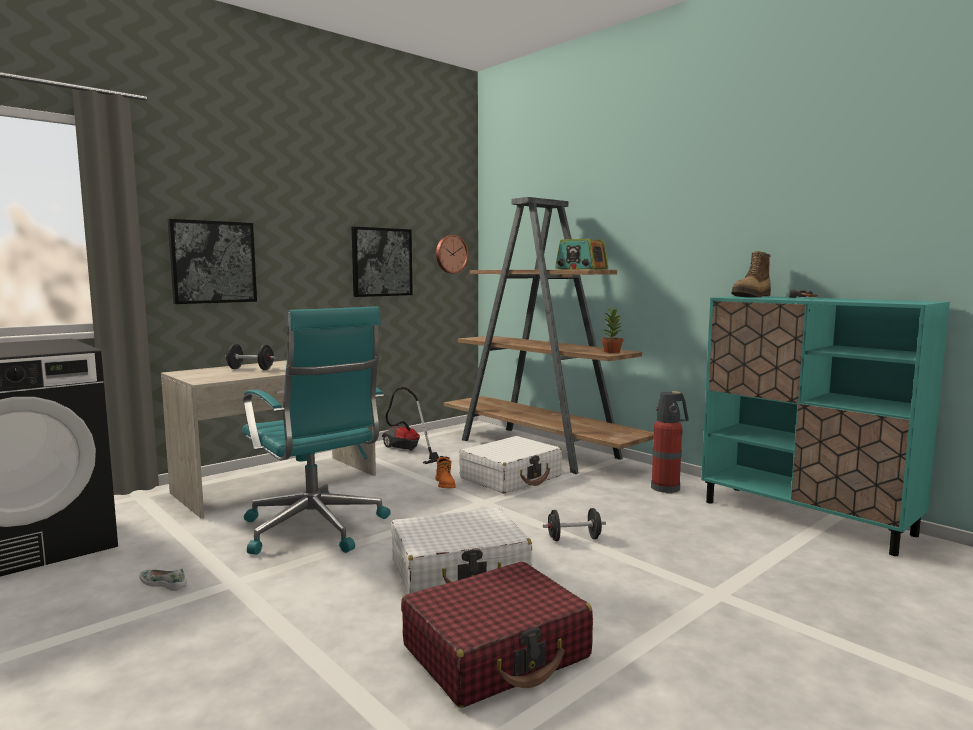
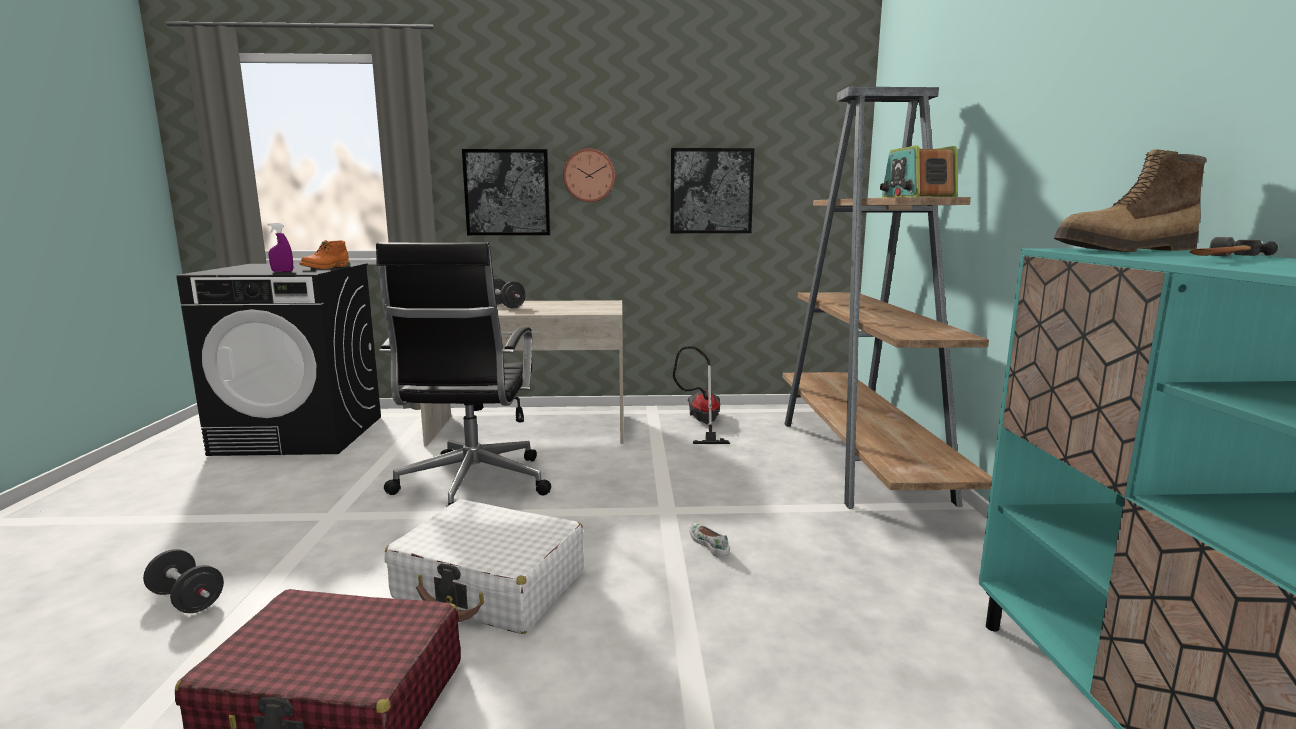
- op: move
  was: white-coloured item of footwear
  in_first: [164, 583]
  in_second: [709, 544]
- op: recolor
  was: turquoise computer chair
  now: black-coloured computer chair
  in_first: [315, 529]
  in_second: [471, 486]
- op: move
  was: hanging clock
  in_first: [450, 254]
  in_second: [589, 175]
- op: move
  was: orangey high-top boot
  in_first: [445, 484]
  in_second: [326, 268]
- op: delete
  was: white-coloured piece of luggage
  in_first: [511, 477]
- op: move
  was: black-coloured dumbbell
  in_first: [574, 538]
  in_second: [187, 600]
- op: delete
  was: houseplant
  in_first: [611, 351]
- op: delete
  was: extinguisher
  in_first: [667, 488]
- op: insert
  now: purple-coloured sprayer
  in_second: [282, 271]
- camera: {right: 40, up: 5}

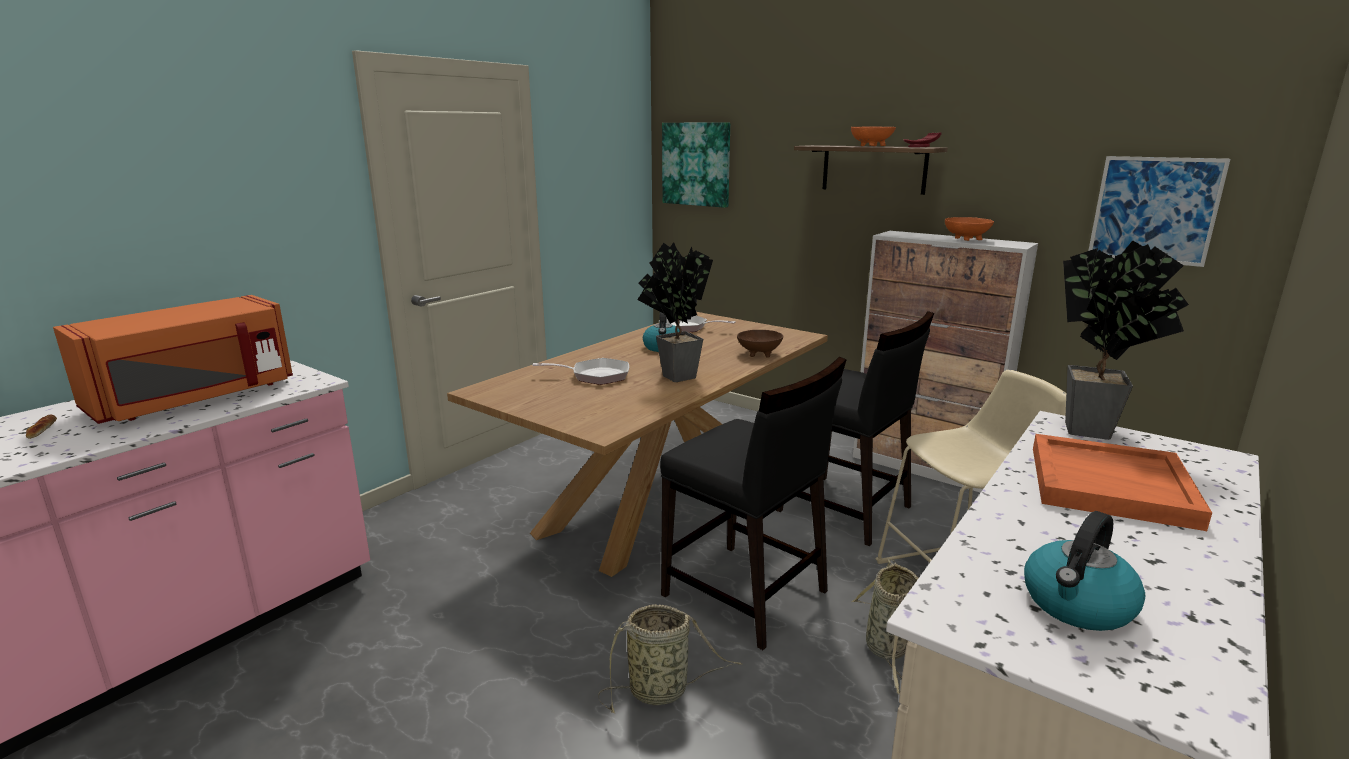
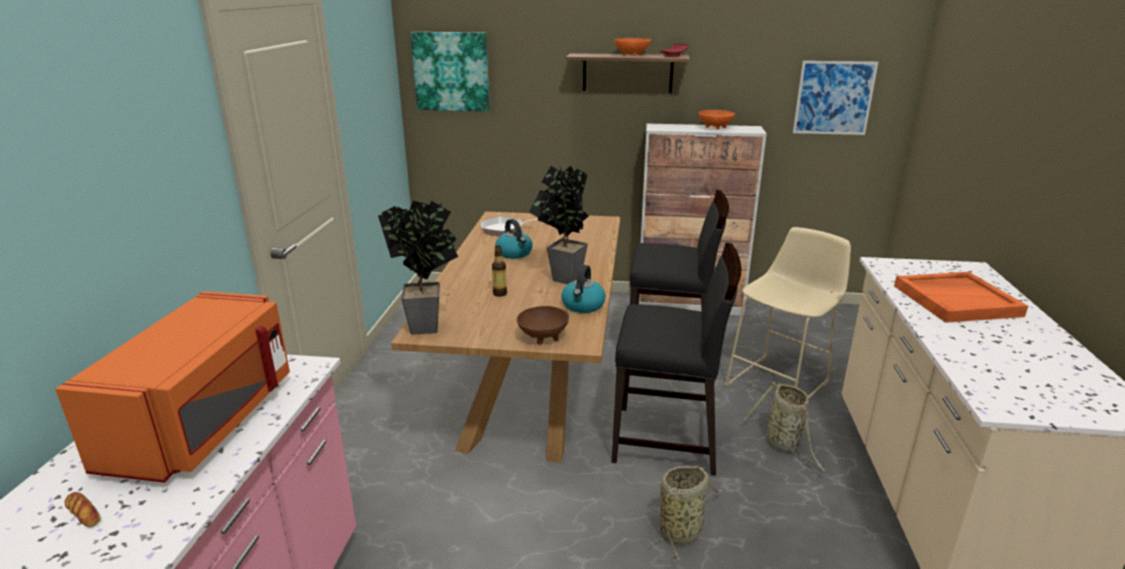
- op: replace
  was: pan
  now: bottle
  in_first: [595, 376]
  in_second: [500, 293]
- op: move
  was: brown serving bowl
  in_first: [759, 354]
  in_second: [543, 337]
- op: move
  was: water kettle
  in_first: [1077, 605]
  in_second: [583, 306]
- op: move
  was: houseplant
  in_first: [1096, 433]
  in_second: [429, 329]
- camera: {right: -30, up: 5}

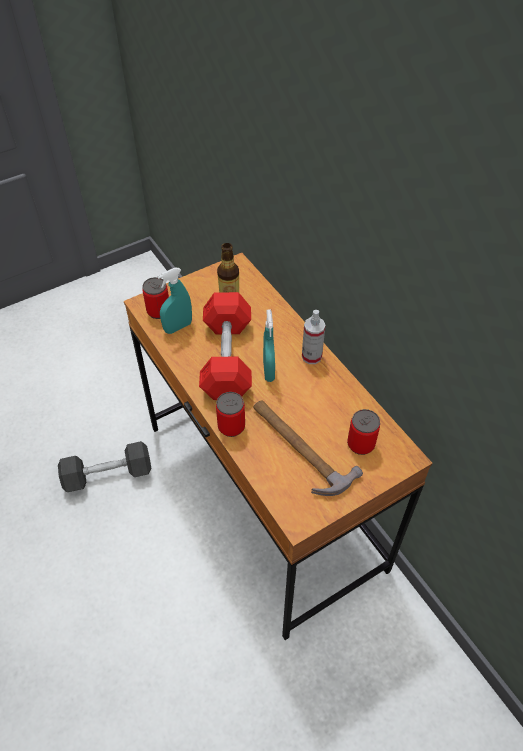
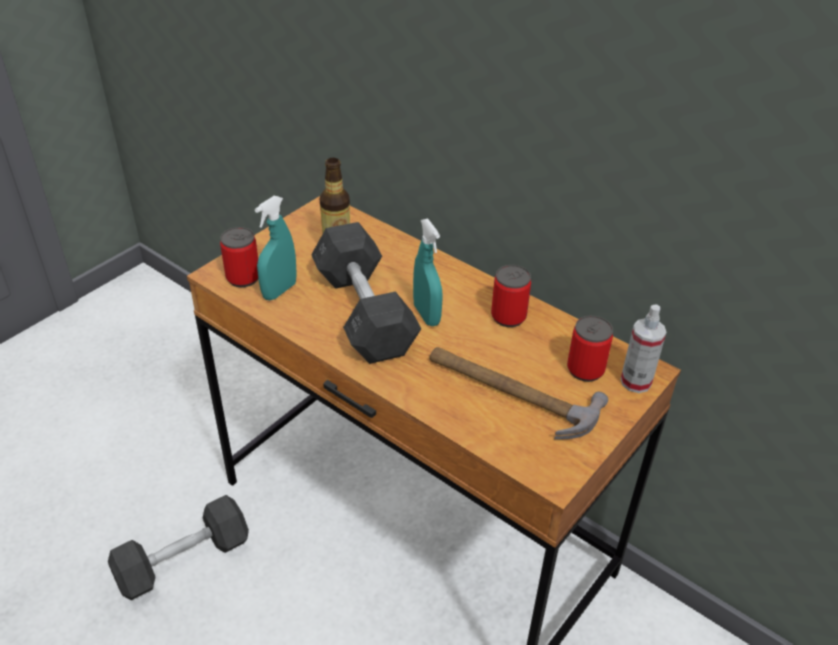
- op: recolor
  was: red dumbbell
  now: greyish dumbbell
  in_first: [227, 358]
  in_second: [364, 312]
- op: move
  was: can
  in_first: [231, 426]
  in_second: [508, 317]
- op: move
  was: sprayer
  in_first: [311, 356]
  in_second: [636, 382]
- camera: {right: -20, up: -10}

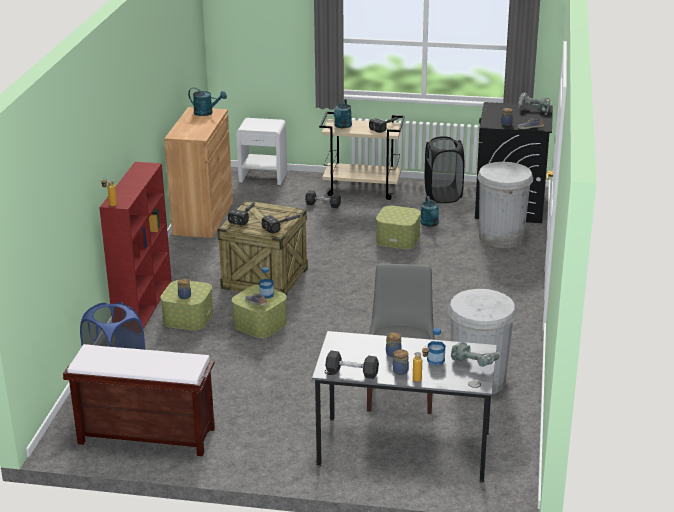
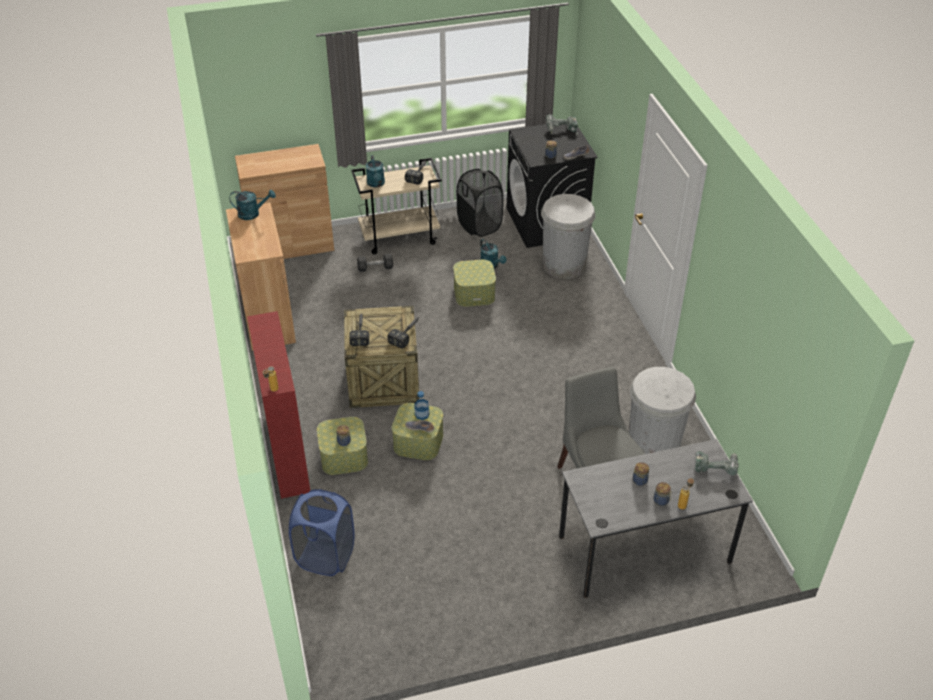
- op: delete
  was: brown long seat
  in_first: [145, 436]
- op: replace
  was: white-coloured night table
  now: brown cabinet
  in_first: [263, 176]
  in_second: [291, 245]
- op: delete
  was: greyish dumbbell
  in_first: [352, 372]
- op: delete
  was: bottle
  in_first: [435, 360]
- camera: {right: -25, up: 15}

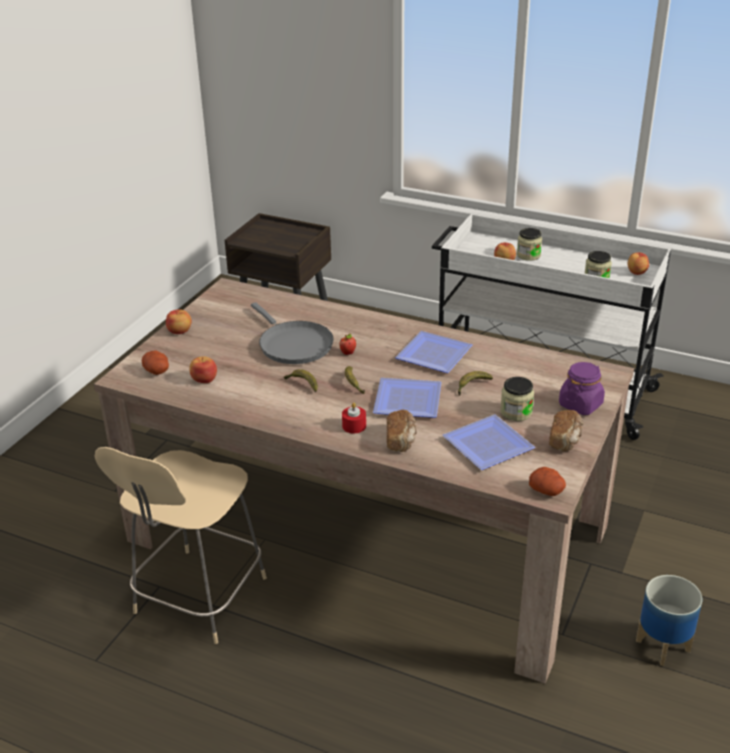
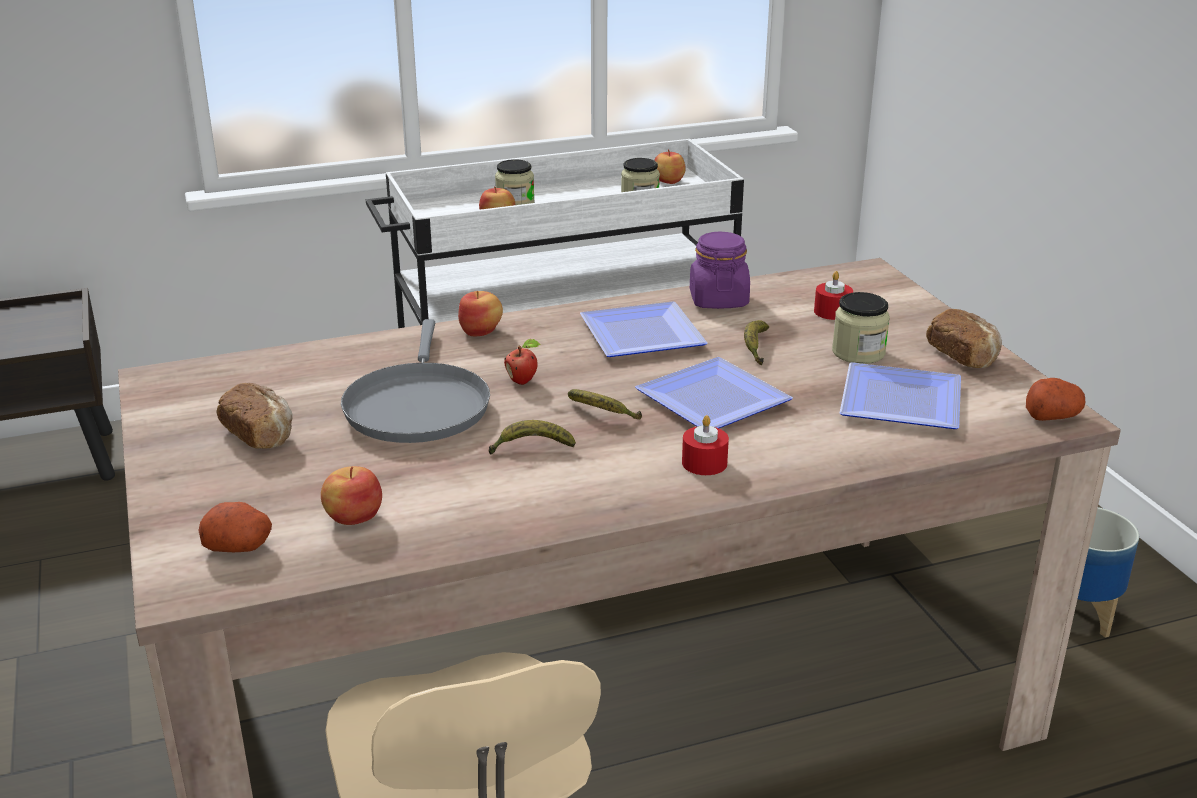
- op: move
  was: apple
  in_first: [180, 331]
  in_second: [481, 331]
- op: rotate
  was: greyish pan
  in_first: [293, 344]
  in_second: [417, 406]
  clockwise: 75
- op: move
  was: baked bread
  in_first: [401, 440]
  in_second: [260, 434]
- op: move
  was: purple-coloured jar
  in_first: [580, 404]
  in_second: [718, 300]
- op: insert
  now: red wax light
  in_second: [832, 312]
- camera: {right: -45, up: -5}

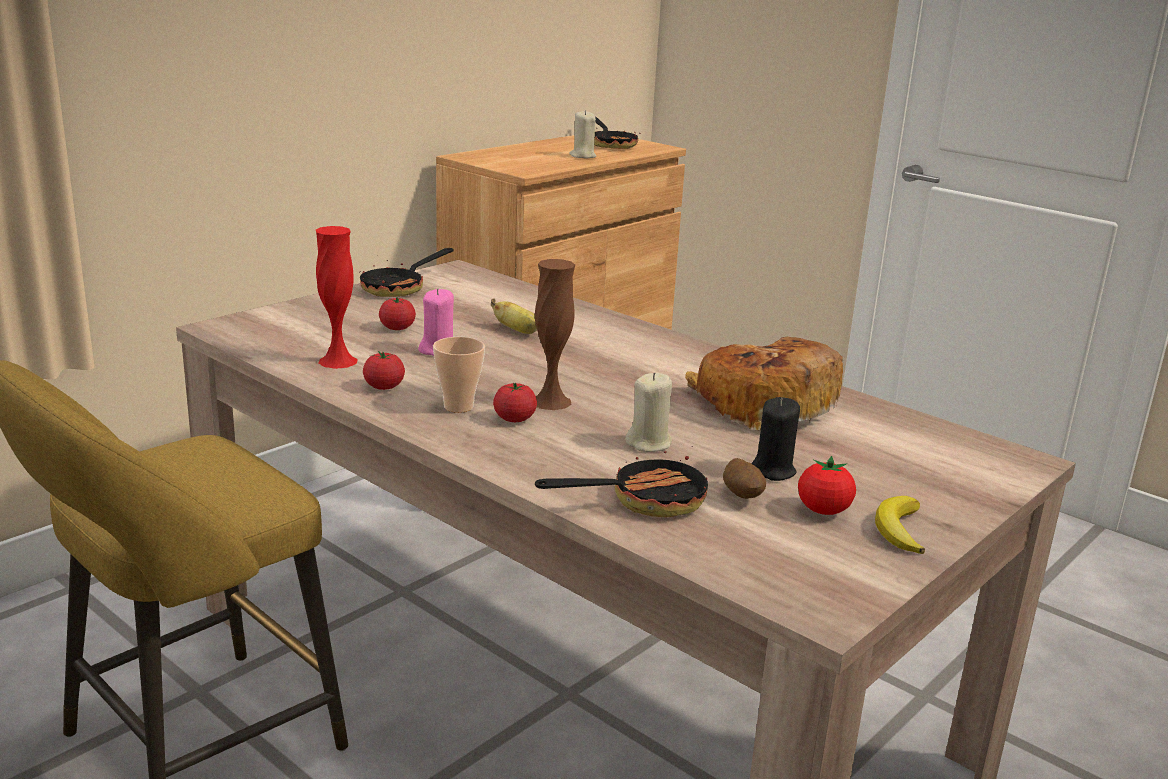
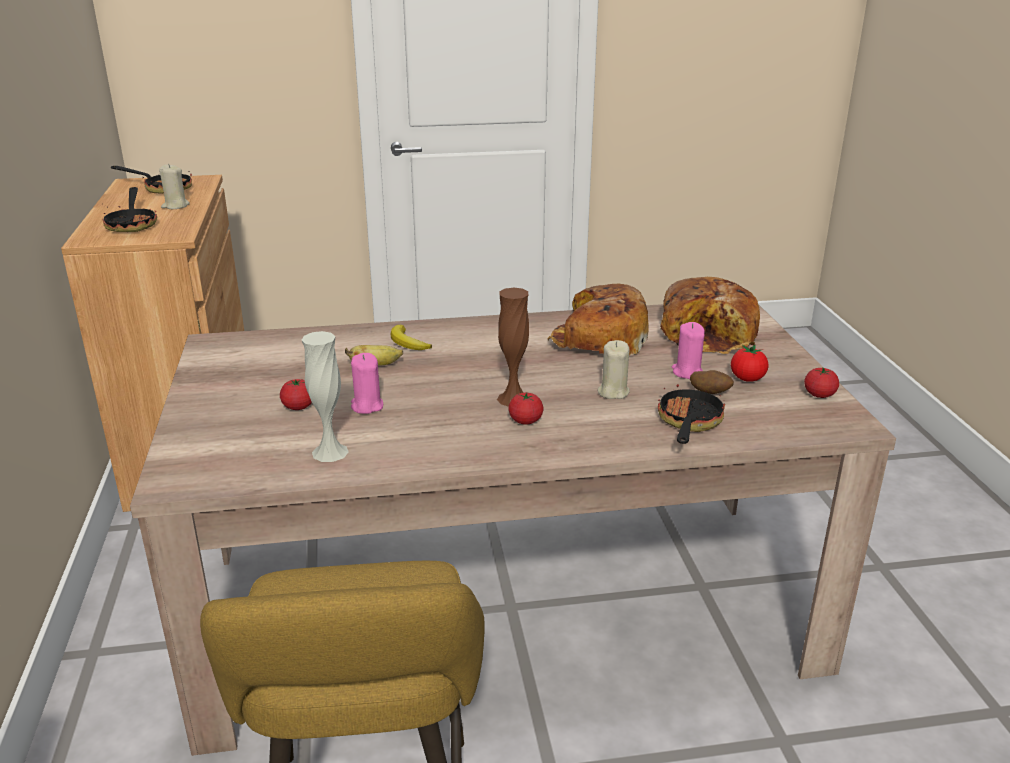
- op: recolor
  was: red decorative vase
  now: white-coloured decorative vase
  in_first: [338, 361]
  in_second: [330, 452]
- op: move
  was: pan
  in_first: [399, 288]
  in_second: [132, 224]
- op: move
  was: tomato
  in_first: [384, 386]
  in_second: [819, 394]
- op: delete
  was: cup
  in_first: [458, 406]
- op: recolor
  was: black-coloured wax light
  now: pinkish wax light
  in_first: [772, 470]
  in_second: [687, 372]
- op: move
  was: whole banana
  in_first: [899, 529]
  in_second: [407, 342]
- op: insert
  now: baked bread
  in_second: [710, 334]
- camera: {right: -50, up: 5}

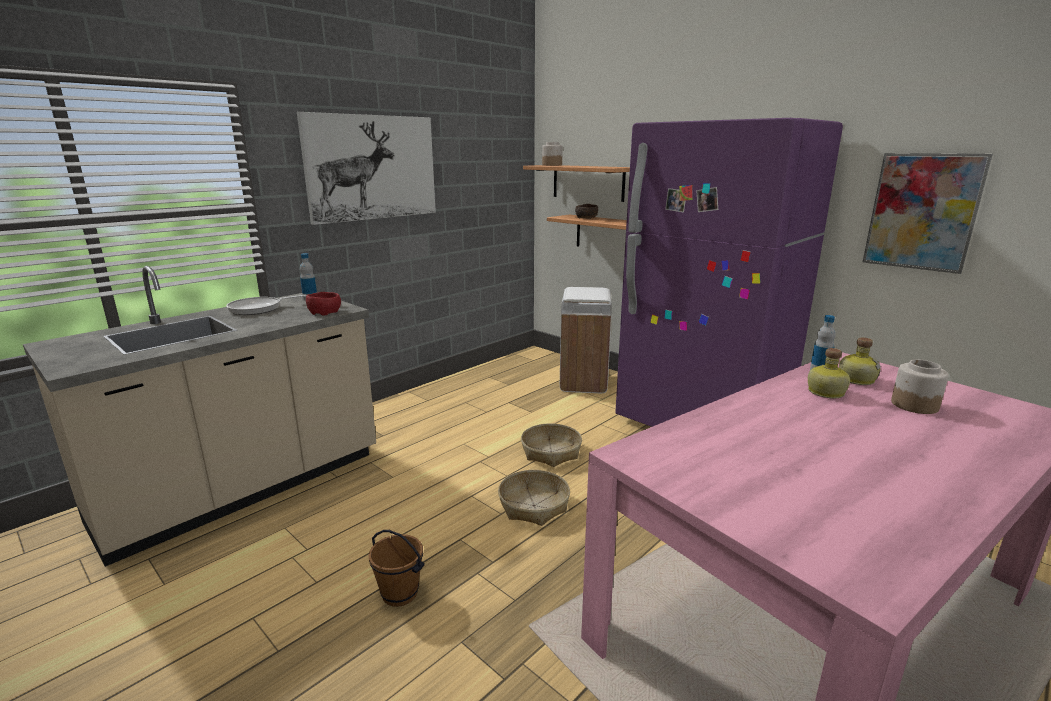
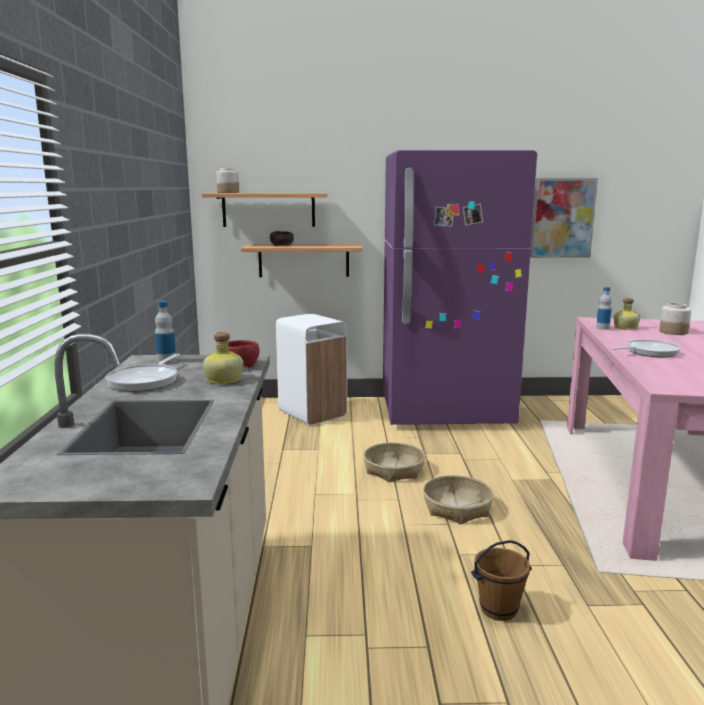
- op: delete
  was: wall picture
  in_first: [372, 167]
- op: move
  was: bottle
  in_first: [825, 393]
  in_second: [223, 380]
- op: insert
  now: pan
  in_second: [649, 352]
- camera: {right: -45, up: -5}

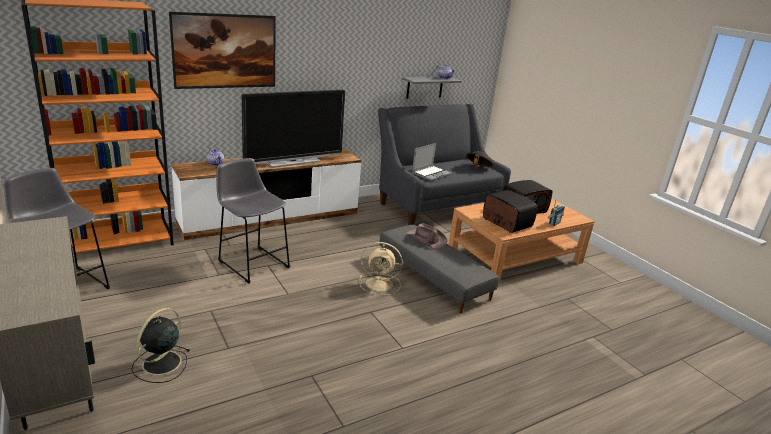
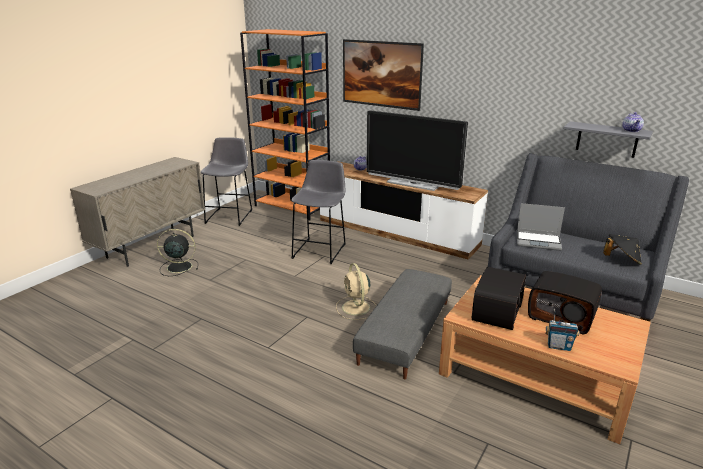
- op: delete
  was: brown hat
  in_first: [426, 239]
- camera: {right: 65, up: 0}

